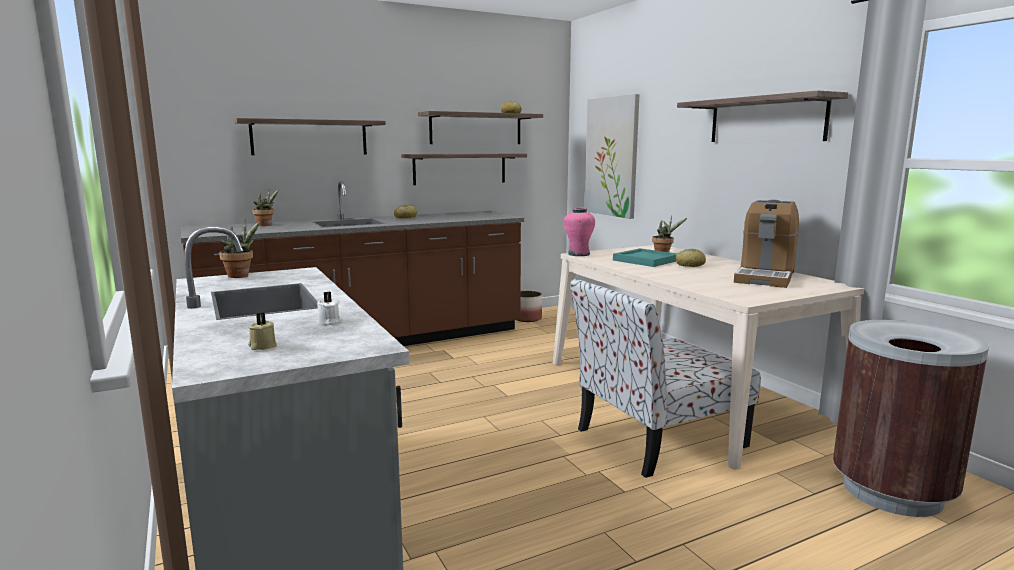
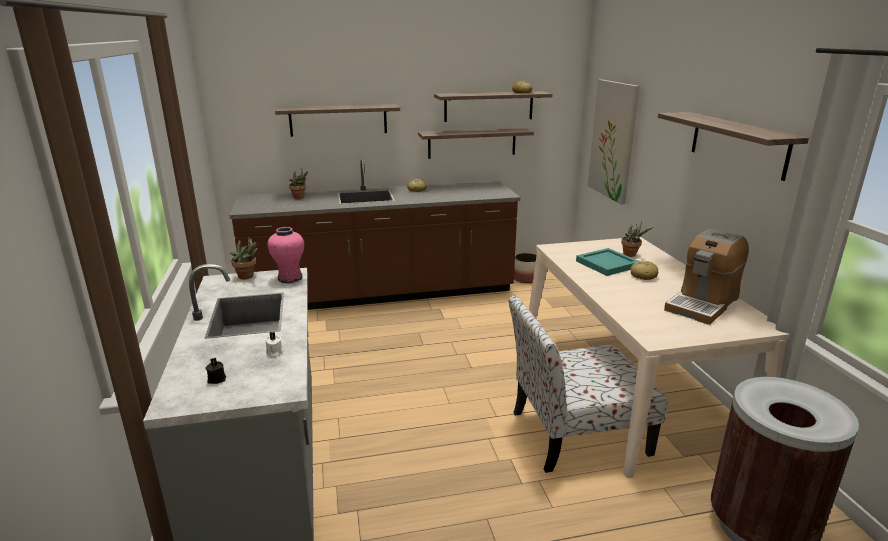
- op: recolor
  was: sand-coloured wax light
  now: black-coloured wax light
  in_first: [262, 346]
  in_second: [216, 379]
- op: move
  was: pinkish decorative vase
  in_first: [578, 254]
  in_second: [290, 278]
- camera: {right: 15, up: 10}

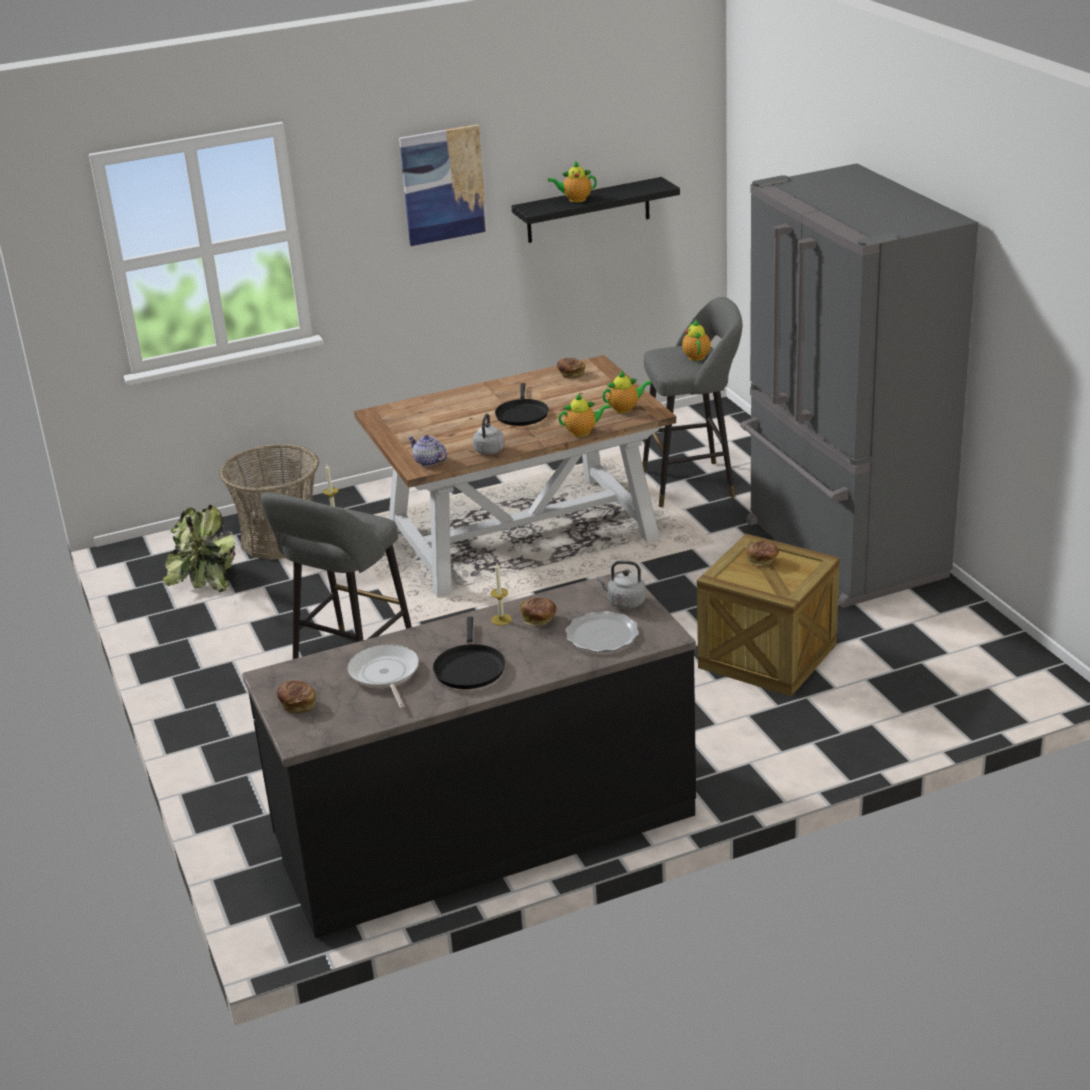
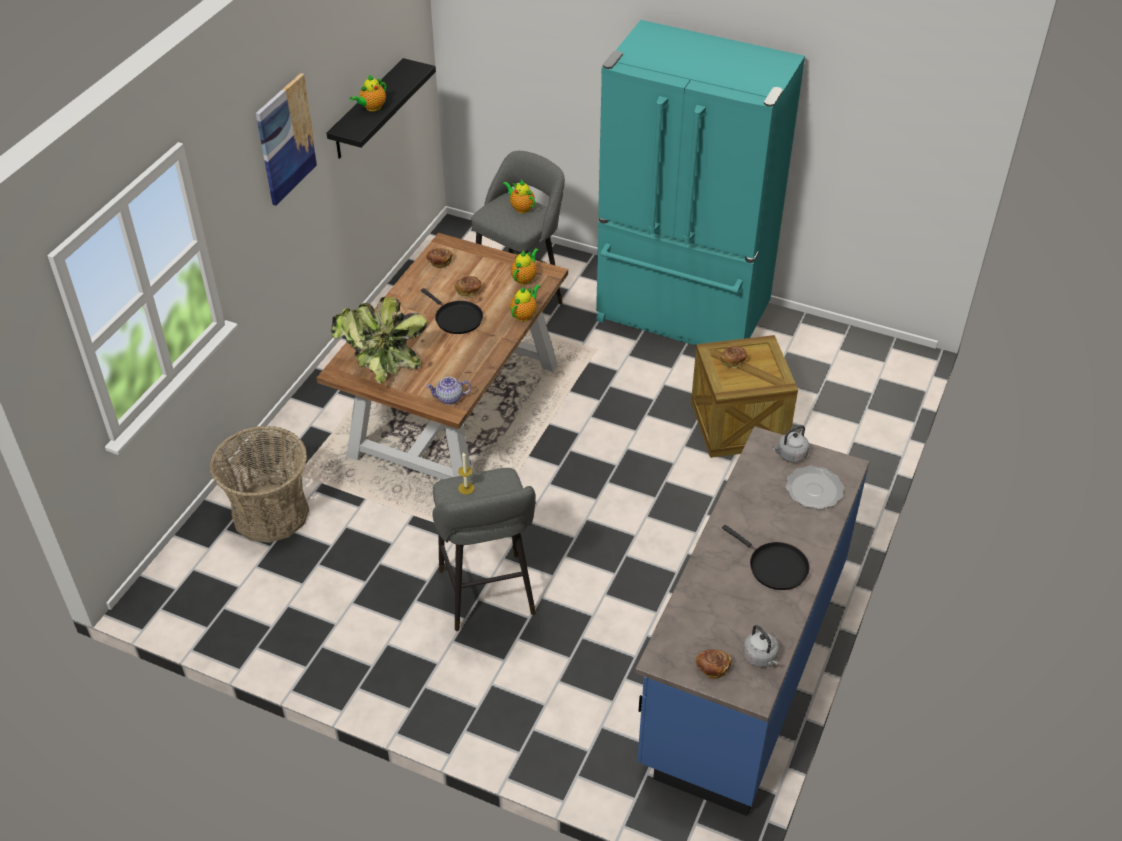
- op: move
  was: houseplant
  in_first: [204, 577]
  in_second: [380, 364]
- op: recolor
  was: black-coloured kitchen counter
  now: bluish kitchen counter
  in_first: [485, 831]
  in_second: [743, 663]
- op: delete
  was: pan
  in_first: [385, 675]
- op: move
  was: greyish water kettle
  in_first: [489, 451]
  in_second: [760, 657]
- op: delete
  was: wax light
  in_first: [501, 619]
- op: move
  was: baked bread
  in_first: [539, 619]
  in_second: [468, 291]
- op: recolor
  was: greyish fridge
  now: turquoise fridge
  in_first: [841, 550]
  in_second: [681, 315]
- camera: {right: -45, up: 15}

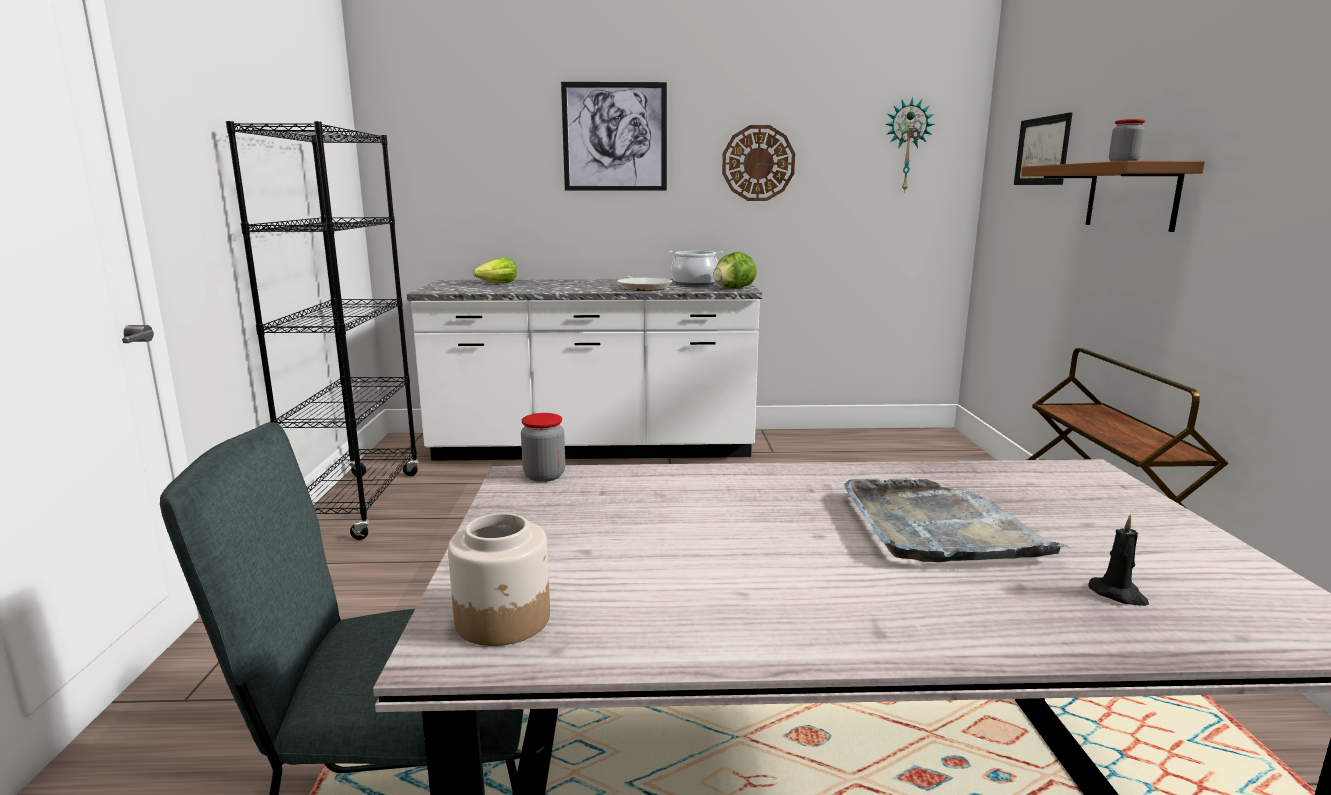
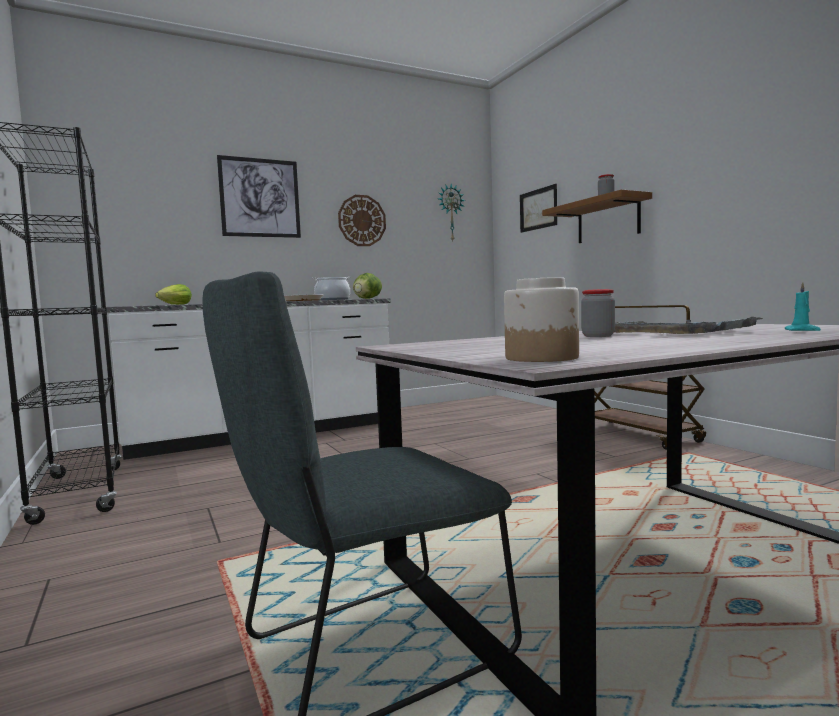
- op: move
  was: jar
  in_first: [544, 476]
  in_second: [598, 336]
- op: recolor
  was: black-coloured wax light
  now: turquoise wax light
  in_first: [1118, 594]
  in_second: [802, 330]
- camera: {right: -25, up: -10}

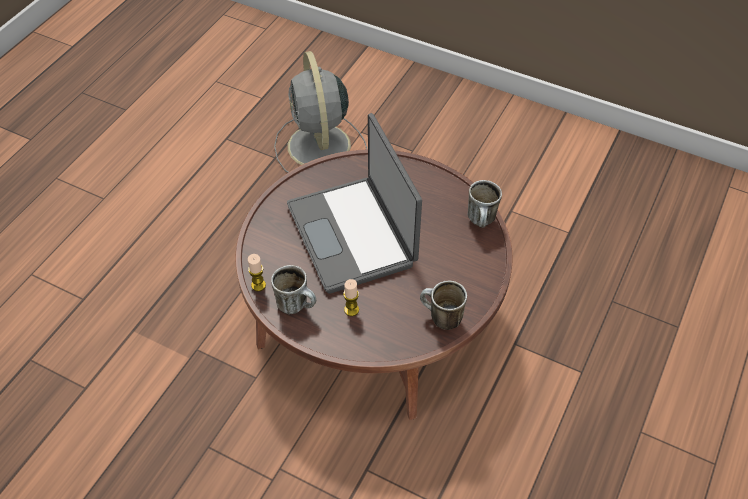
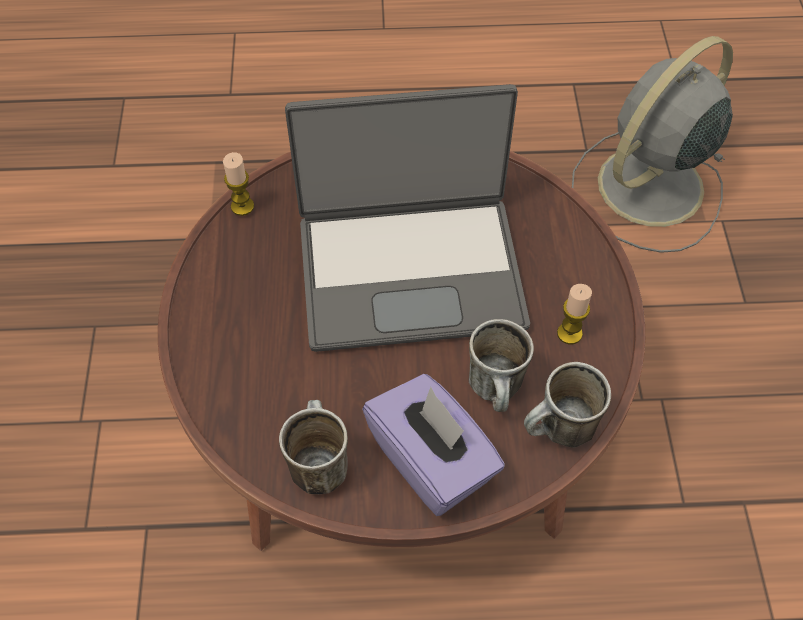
- op: move
  was: mug
  in_first: [297, 305]
  in_second: [498, 392]
- op: rotate
  was: portable computer
  in_first: [353, 234]
  in_second: [410, 270]
  clockwise: -135
- op: move
  was: wax light
  in_first: [351, 310]
  in_second: [569, 333]
- op: insert
  now: purple-coloured tissue box
  in_second: [432, 461]
- camera: {right: 60, up: 5}

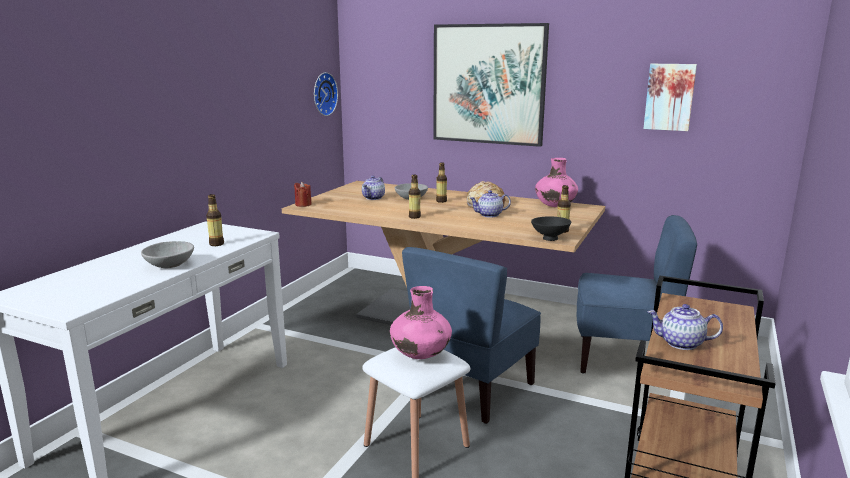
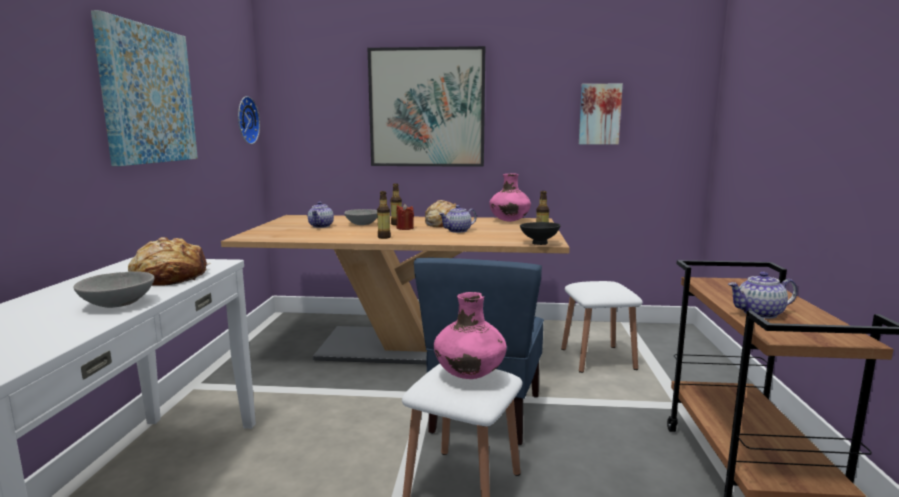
- op: replace
  was: bottle
  now: baked bread
  in_first: [216, 244]
  in_second: [169, 277]
- op: move
  was: red wax light
  in_first: [303, 204]
  in_second: [405, 228]
- op: replace
  was: bluish chair
  now: white-coloured stool
  in_first: [623, 358]
  in_second: [598, 358]
- op: insert
  now: wall picture
  in_second: [147, 95]
- camera: {right: -20, up: -5}

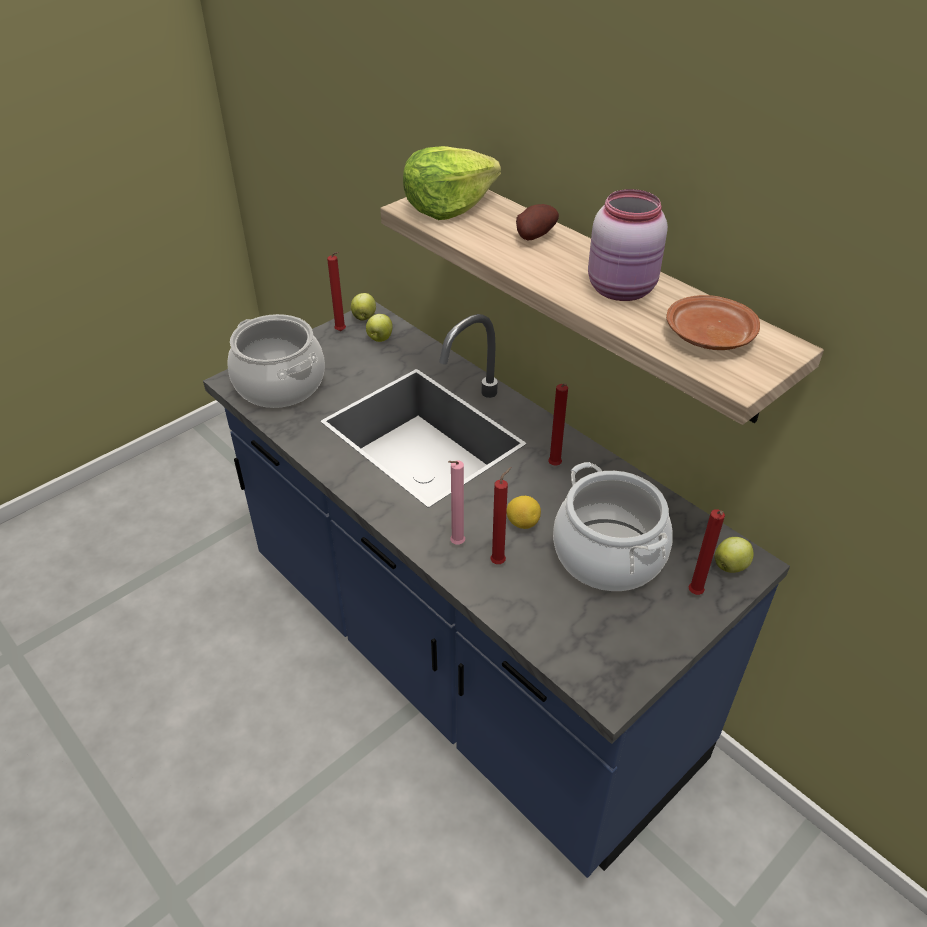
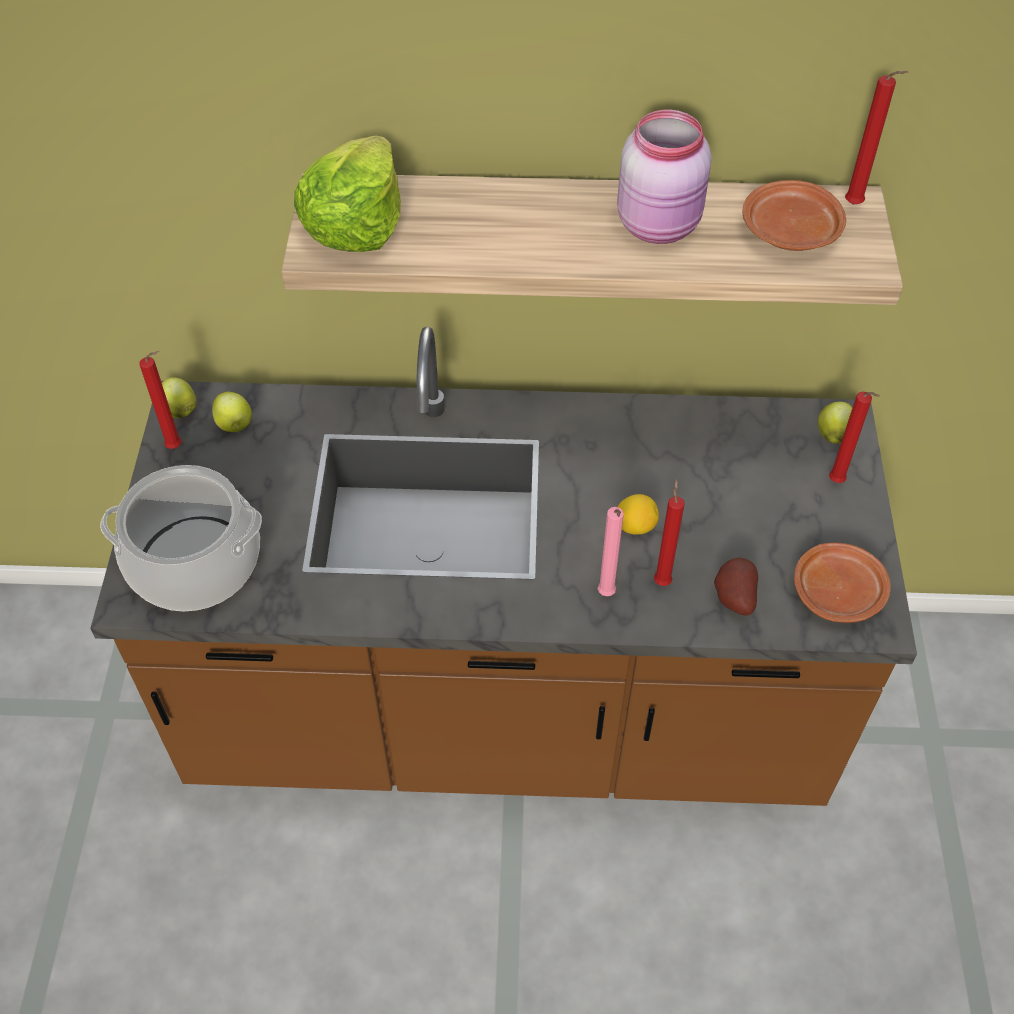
- op: recolor
  was: bluish kitchen counter
  now: brown kitchen counter
  in_first: [463, 659]
  in_second: [507, 713]
- op: move
  was: whole potato
  in_first: [533, 237]
  in_second: [732, 598]
- op: move
  was: red wax light
  in_first: [554, 466]
  in_second: [856, 206]
- op: delete
  was: stockpot
  in_first: [608, 555]
- op: insert
  now: brown dinner plate
  in_second: [838, 591]
- camera: {right: -45, up: 10}

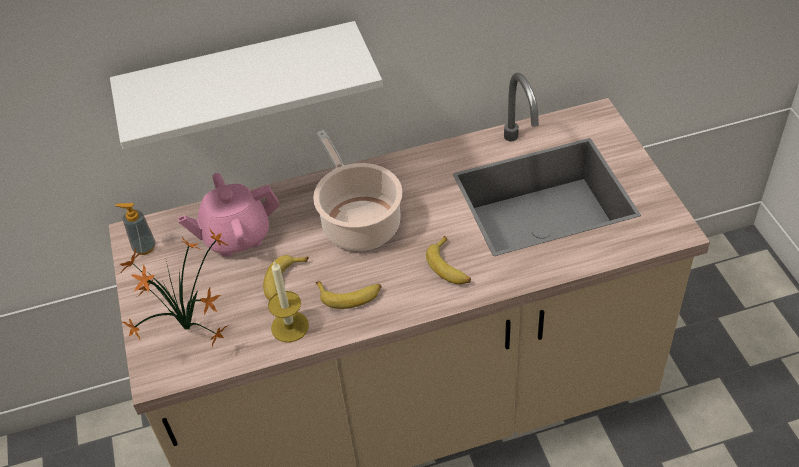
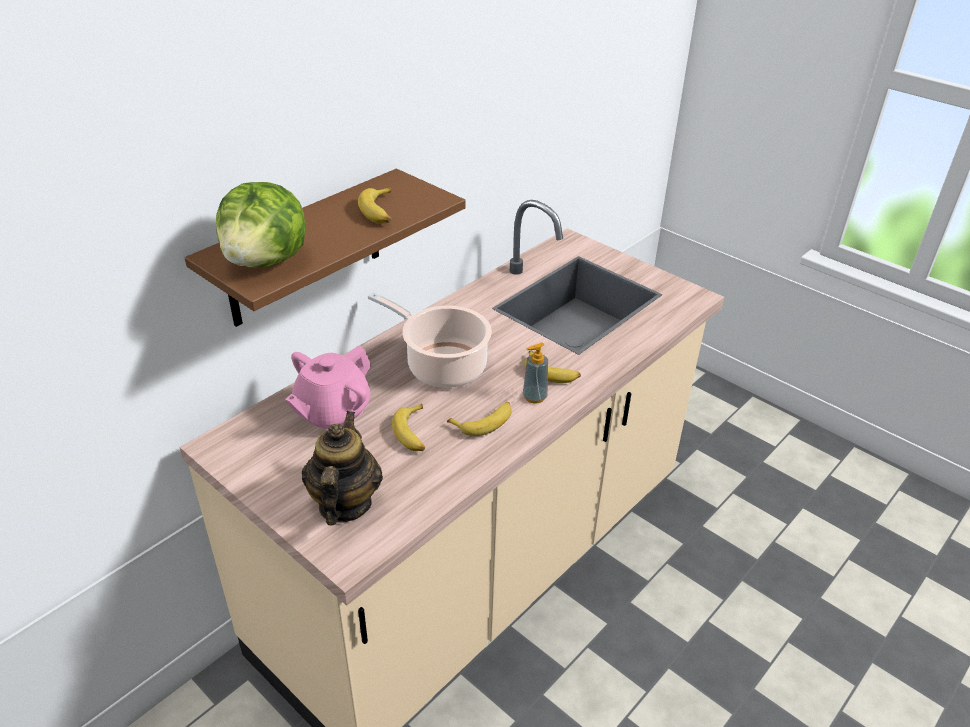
- op: recolor
  was: white-coloured wall shelf
  now: brown wall shelf
  in_first: [242, 83]
  in_second: [305, 249]
- op: move
  was: soap bottle
  in_first: [144, 247]
  in_second: [534, 397]
- op: replace
  was: houseplant
  now: pot for tea
  in_first: [185, 327]
  in_second: [344, 504]
- op: delete
  was: wax light
  in_first: [290, 326]
- op: insert
  now: lettuce
  in_second: [267, 261]
- op: insert
  now: whole banana
  in_second: [380, 212]
- camera: {right: -35, up: -10}

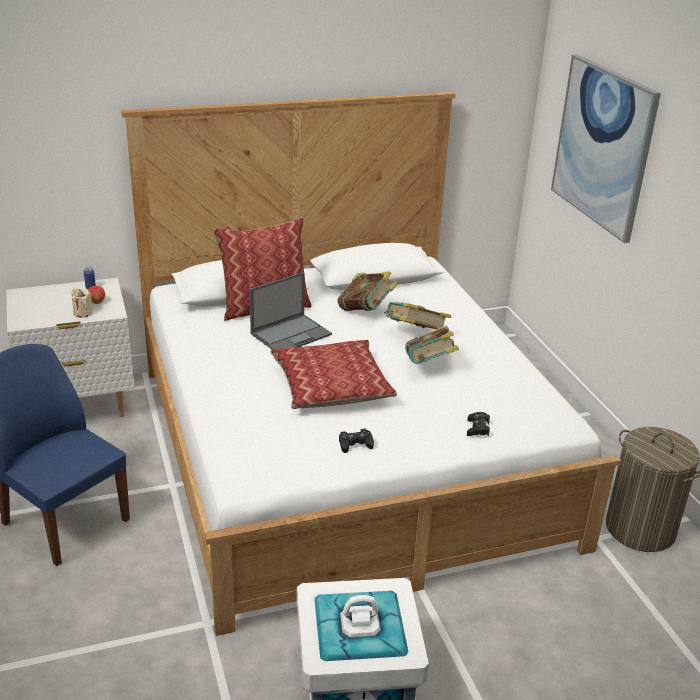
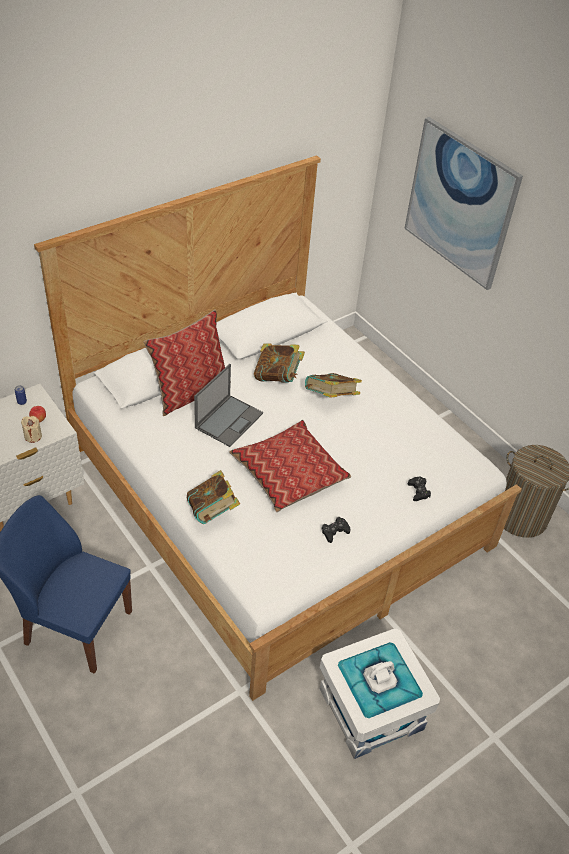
- op: move
  was: book
  in_first: [430, 366]
  in_second: [213, 512]
- camera: {right: -20, up: 15}

